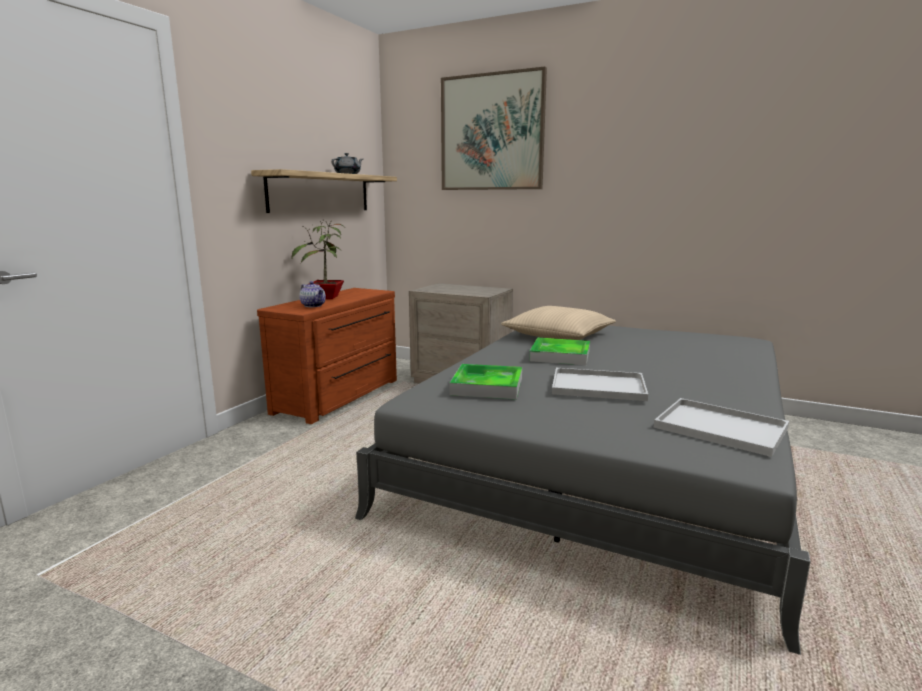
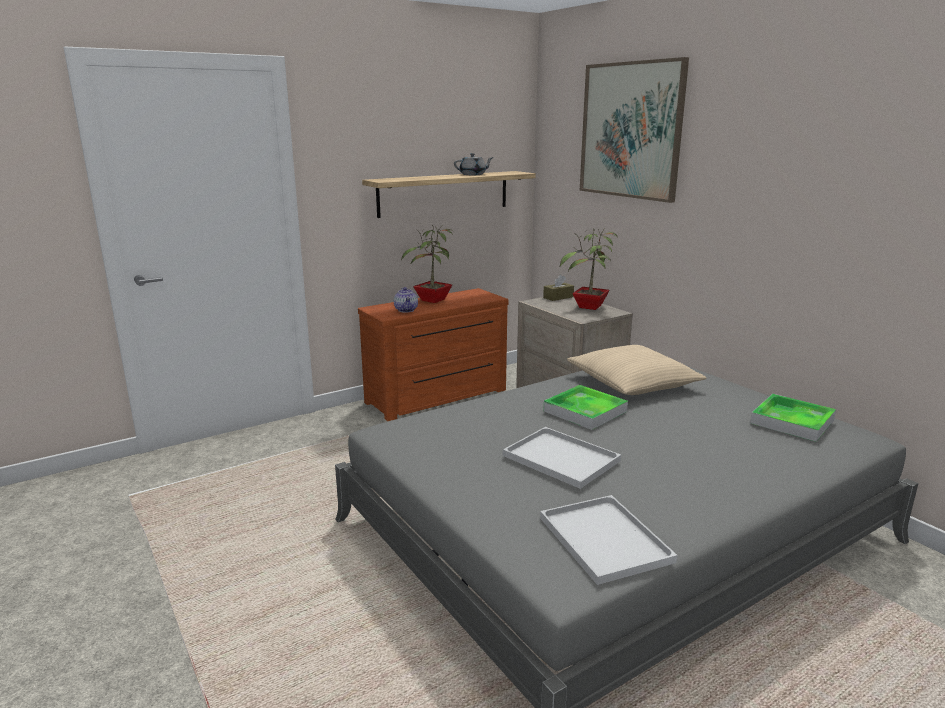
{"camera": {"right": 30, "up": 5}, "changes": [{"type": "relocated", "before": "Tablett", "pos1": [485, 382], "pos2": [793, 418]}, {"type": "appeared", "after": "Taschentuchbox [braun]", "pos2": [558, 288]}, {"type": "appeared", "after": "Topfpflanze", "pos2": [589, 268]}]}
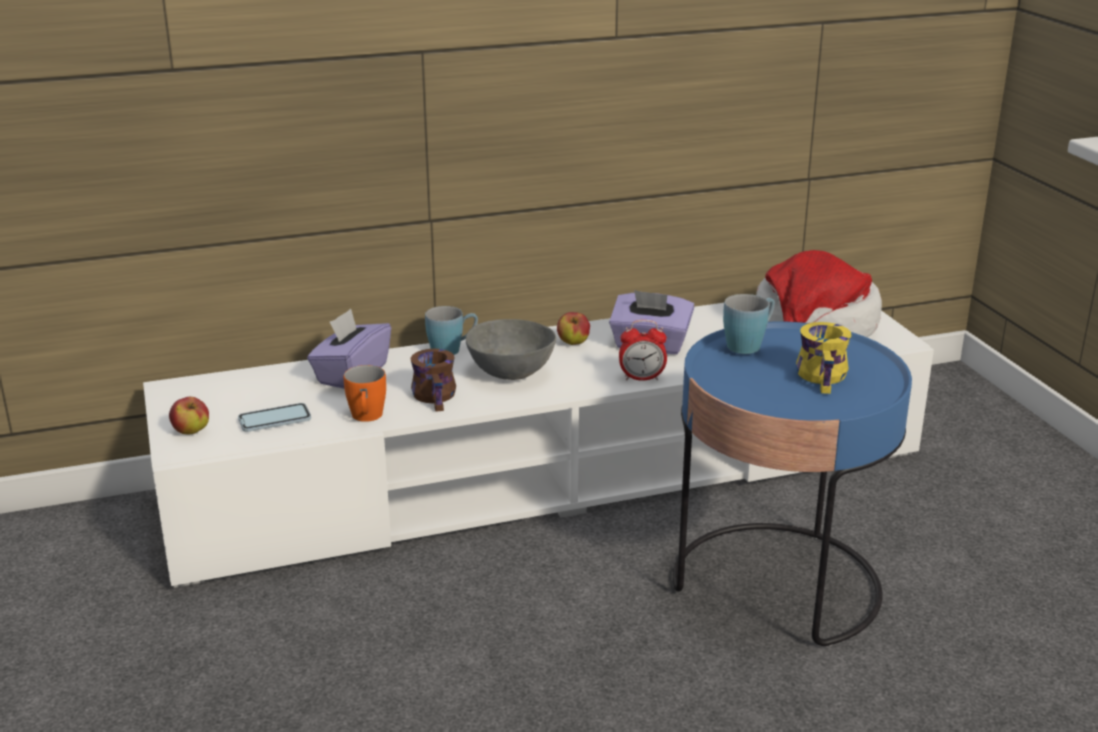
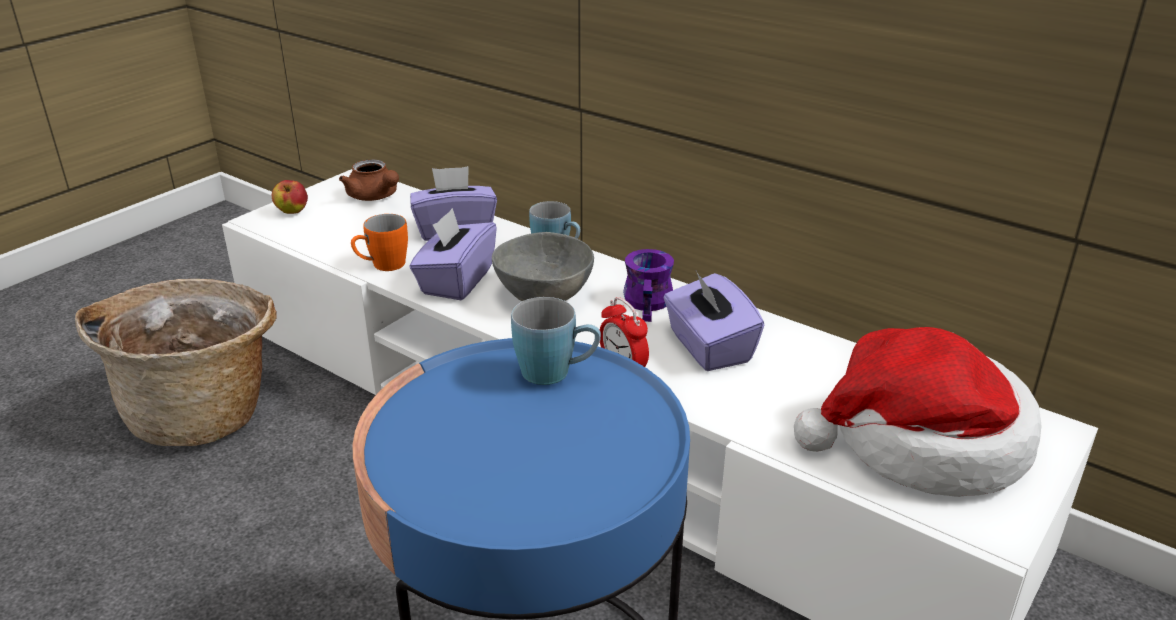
{"camera": {"right": 55, "up": 5}, "changes": [{"type": "missing", "before": "Handy", "pos1": [274, 417]}, {"type": "exchanged", "before": "Henkelbecher [braun]", "after": "Taschentuchbox [lila]", "pos1": [433, 380], "pos2": [453, 254]}, {"type": "exchanged", "before": "Apfel", "after": "Henkelbecher [lila]", "pos1": [573, 328], "pos2": [648, 285]}, {"type": "missing", "before": "Henkelbecher [gelb]", "pos1": [824, 358]}, {"type": "appeared", "after": "Korb", "pos2": [176, 362]}, {"type": "appeared", "after": "Teekanne [braun]", "pos2": [369, 180]}]}
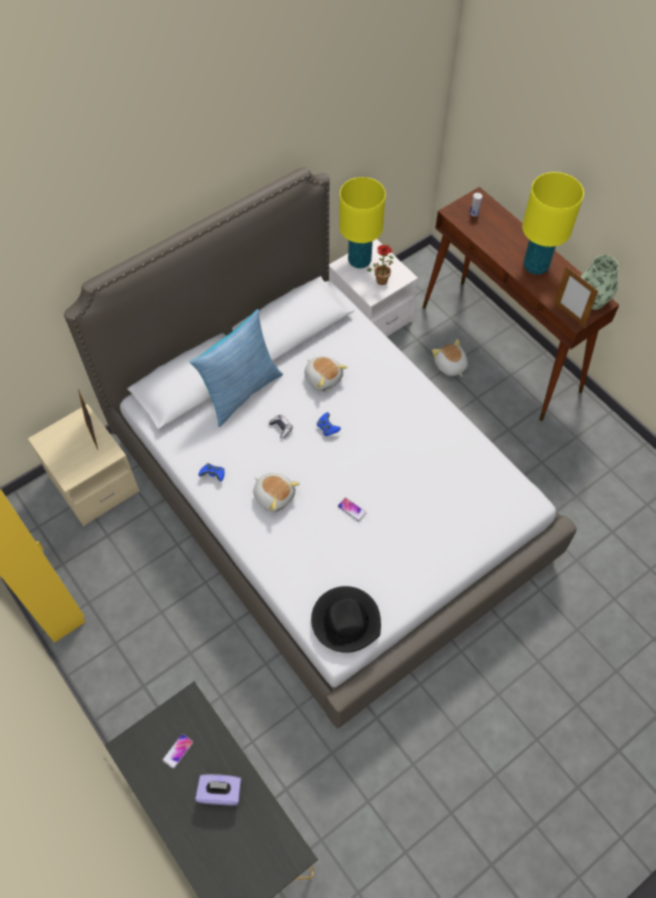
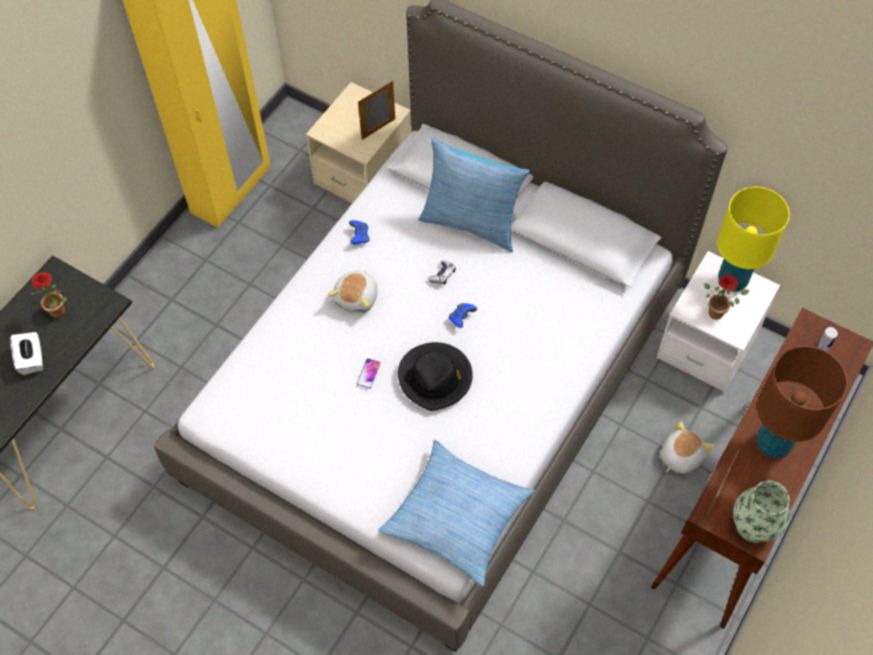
{"camera": {"right": 70, "up": 0}, "changes": [{"type": "exchanged", "before": "Handy", "after": "Topfpflanze", "pos1": [177, 751], "pos2": [48, 295]}, {"type": "colour", "before": "Taschentuchbox [lila]", "after": "Taschentuchbox [weiß]", "pos1": [218, 789], "pos2": [26, 353]}, {"type": "missing", "before": "Plüschtier", "pos1": [326, 373]}, {"type": "relocated", "before": "Hut [schwarz]", "pos1": [346, 619], "pos2": [435, 376]}, {"type": "colour", "before": "Tischlampe [gelb]", "after": "Tischlampe [braun]", "pos1": [553, 223], "pos2": [802, 402]}, {"type": "appeared", "after": "Kissen", "pos2": [457, 513]}]}
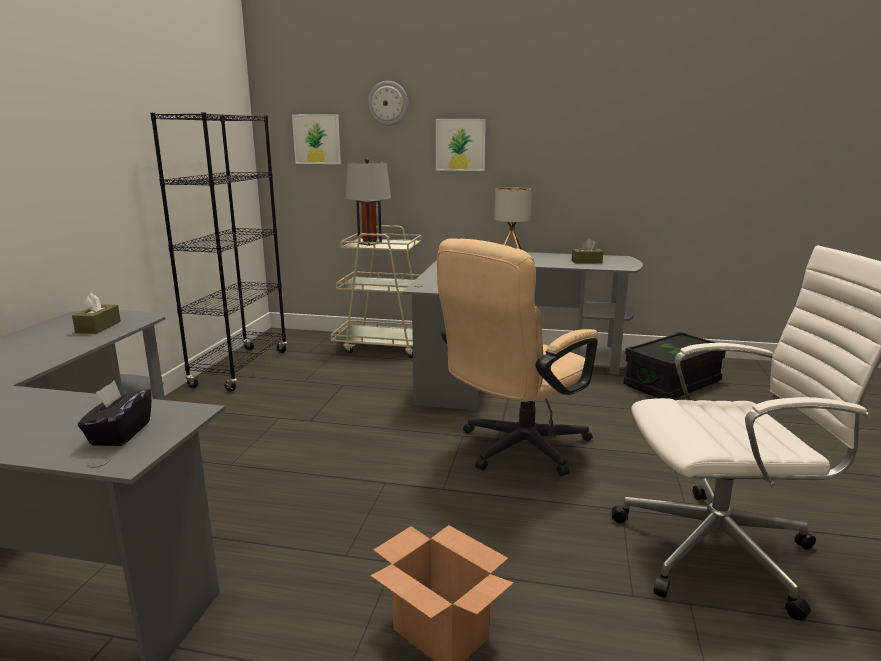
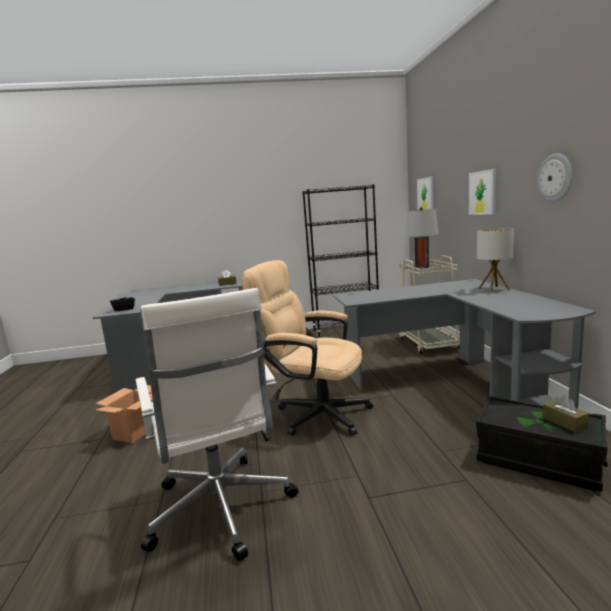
{"camera": {"right": 70, "up": -5}, "changes": [{"type": "relocated", "before": "Wanduhr", "pos1": [388, 103], "pos2": [554, 178]}, {"type": "relocated", "before": "Taschentuchbox [braun]", "pos1": [587, 251], "pos2": [565, 414]}]}
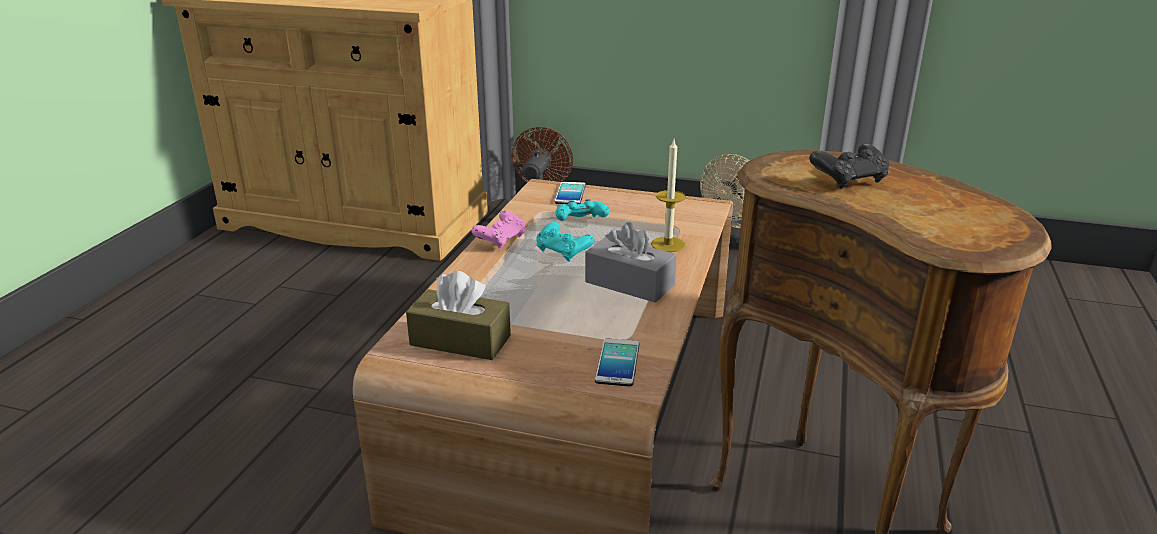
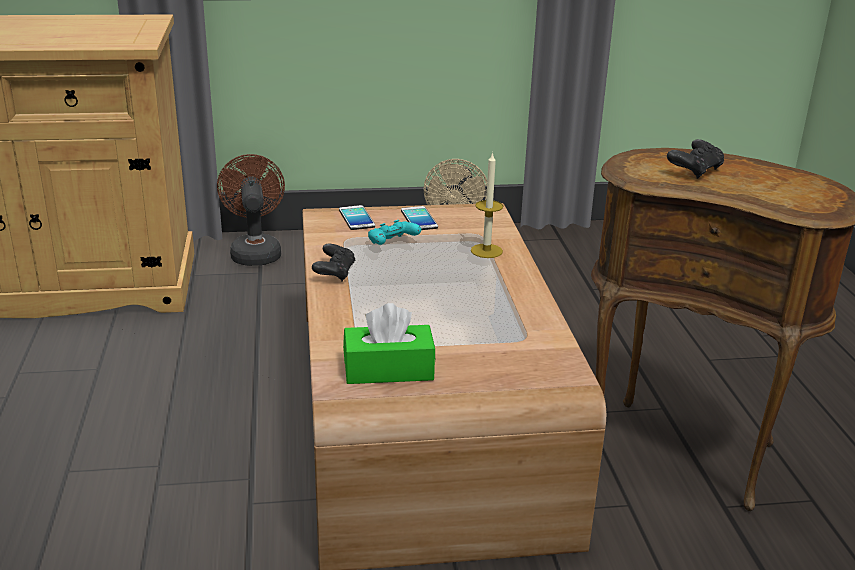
{"camera": {"right": -25, "up": 0}, "changes": [{"type": "colour", "before": "Taschentuchbox [braun]", "after": "Taschentuchbox [grün]", "pos1": [458, 315], "pos2": [389, 343]}, {"type": "colour", "before": "Gamepad [rosa]", "after": "Gamepad [schwarz]", "pos1": [498, 230], "pos2": [334, 262]}, {"type": "missing", "before": "Gamepad [türkis]", "pos1": [566, 242]}, {"type": "missing", "before": "Taschentuchbox [grau]", "pos1": [631, 262]}, {"type": "relocated", "before": "Handy", "pos1": [617, 362], "pos2": [419, 218]}]}
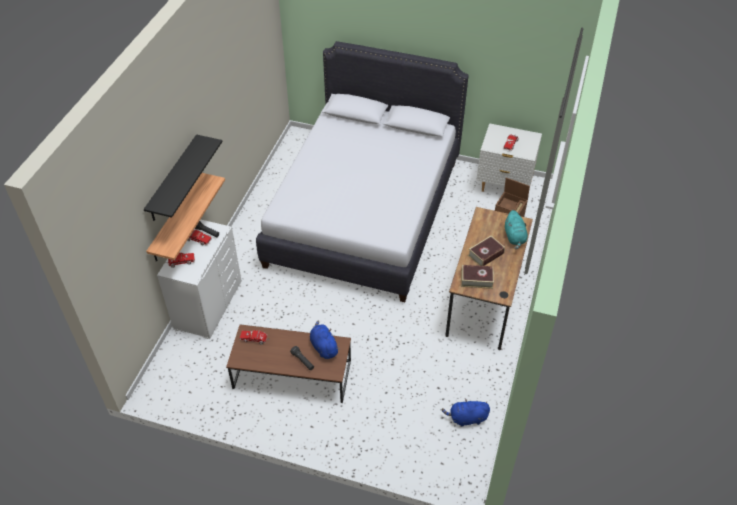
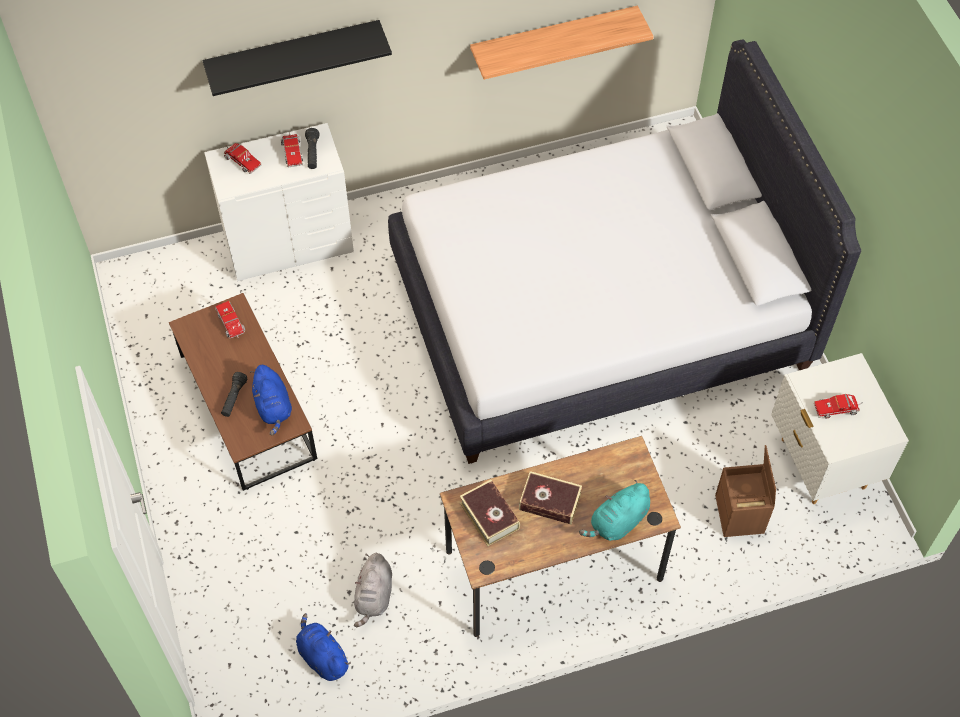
{"camera": {"right": 55, "up": 10}, "changes": [{"type": "relocated", "before": "Wandregal", "pos1": [185, 217], "pos2": [562, 43]}, {"type": "spun", "before": "Plüschtier [blau]", "pos1": [325, 340], "pos2": [271, 400], "turn": 135}, {"type": "appeared", "after": "Plüschtier [grau]", "pos2": [373, 590]}]}
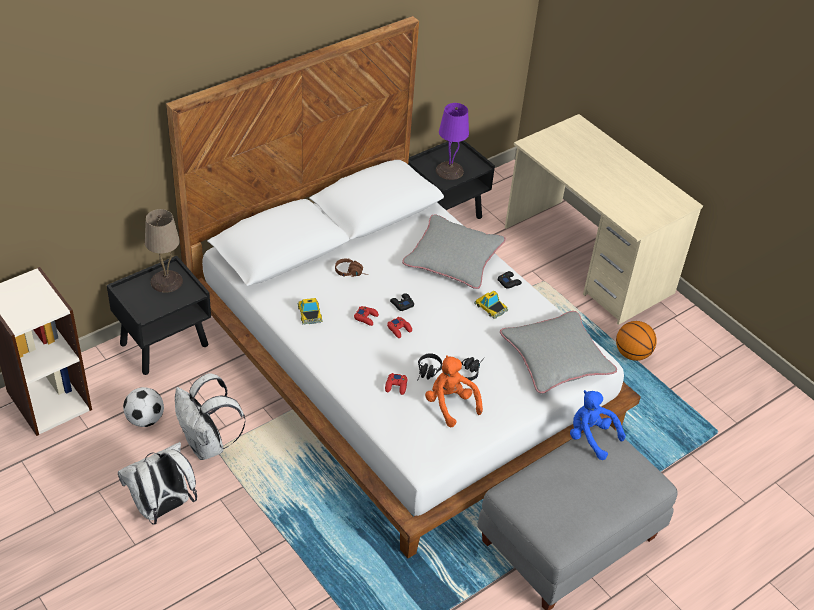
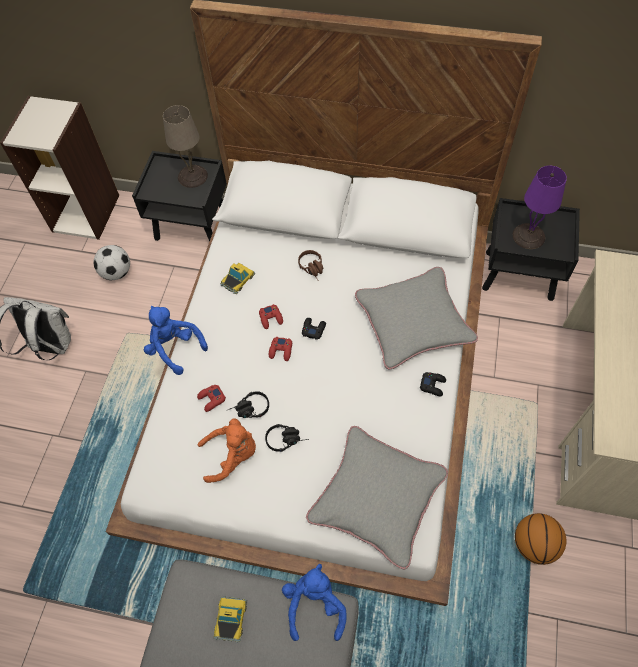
{"camera": {"right": 55, "up": 15}, "changes": [{"type": "missing", "before": "Rucksack [weiß]", "pos1": [210, 416]}, {"type": "spun", "before": "Plüschtier [orange]", "pos1": [454, 391], "pos2": [226, 450], "turn": 60}, {"type": "relocated", "before": "Spielzeugauto", "pos1": [491, 305], "pos2": [230, 619]}, {"type": "appeared", "after": "Plüschtier [blau]", "pos2": [176, 340]}]}
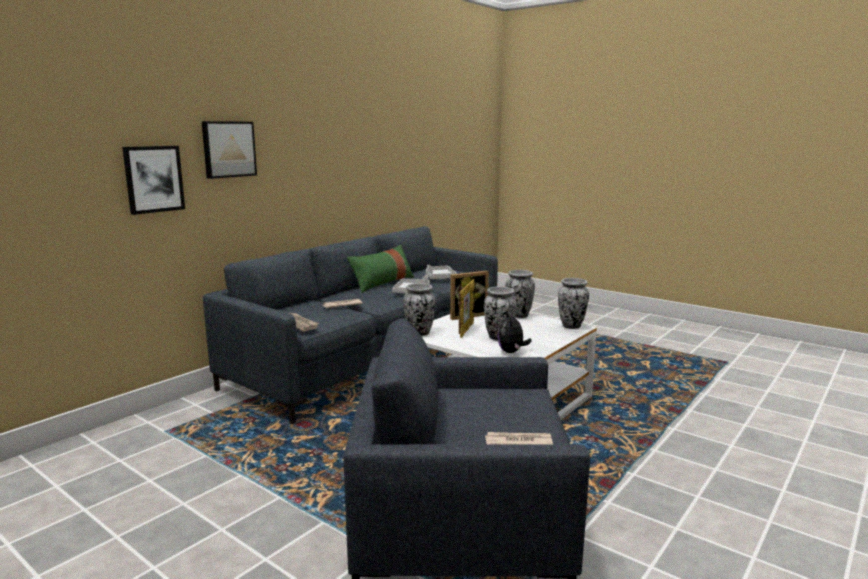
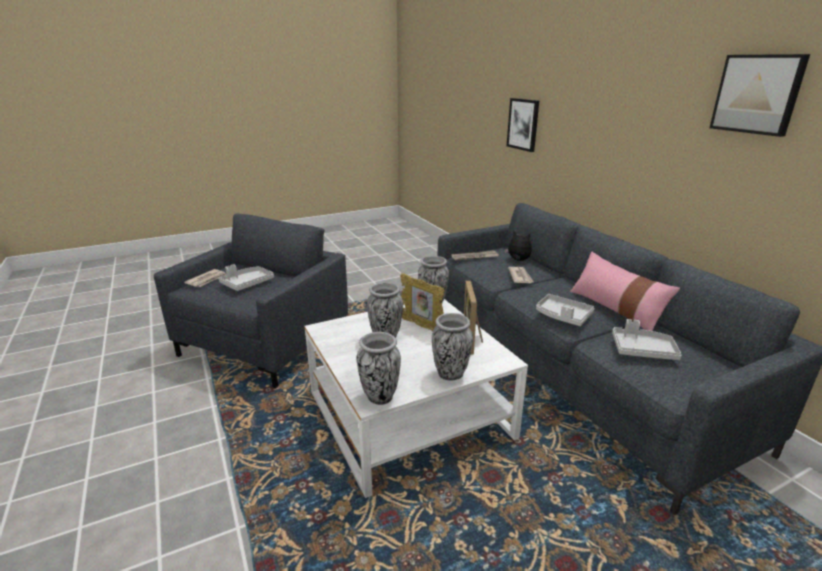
{"camera": {"right": 115, "up": 10}, "changes": [{"type": "relocated", "before": "Bild", "pos1": [229, 150], "pos2": [759, 95]}, {"type": "colour", "before": "Kissen [grün]", "after": "Kissen [rosa]", "pos1": [380, 269], "pos2": [625, 291]}, {"type": "relocated", "before": "Plüschtier", "pos1": [515, 333], "pos2": [518, 246]}, {"type": "appeared", "after": "Tablett [grau]", "pos2": [246, 277]}]}
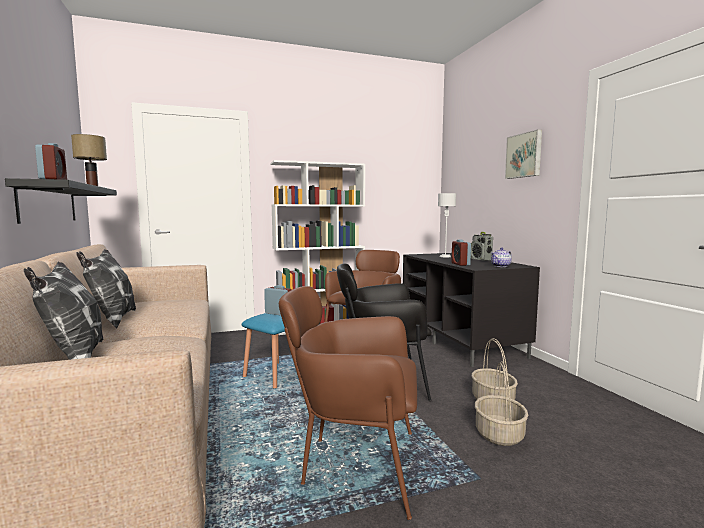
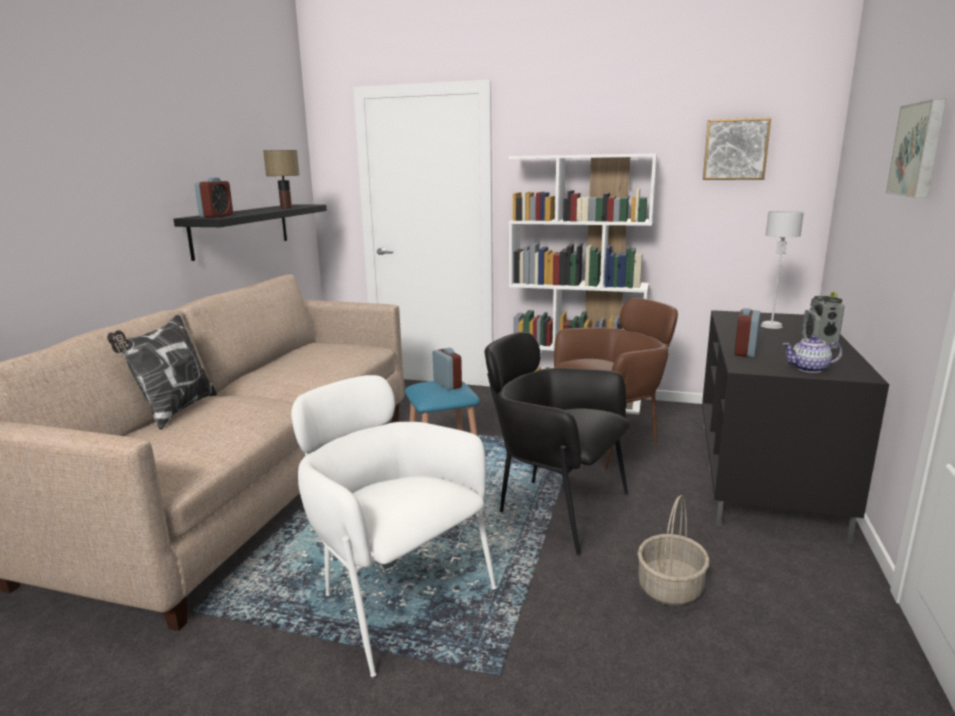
{"camera": {"right": 35, "up": 10}, "changes": [{"type": "missing", "before": "Kissen", "pos1": [106, 289]}, {"type": "colour", "before": "Sessel [braun]", "after": "Sessel [weiß]", "pos1": [348, 403], "pos2": [394, 526]}, {"type": "missing", "before": "Korb", "pos1": [502, 403]}, {"type": "appeared", "after": "Bild", "pos2": [737, 149]}]}
